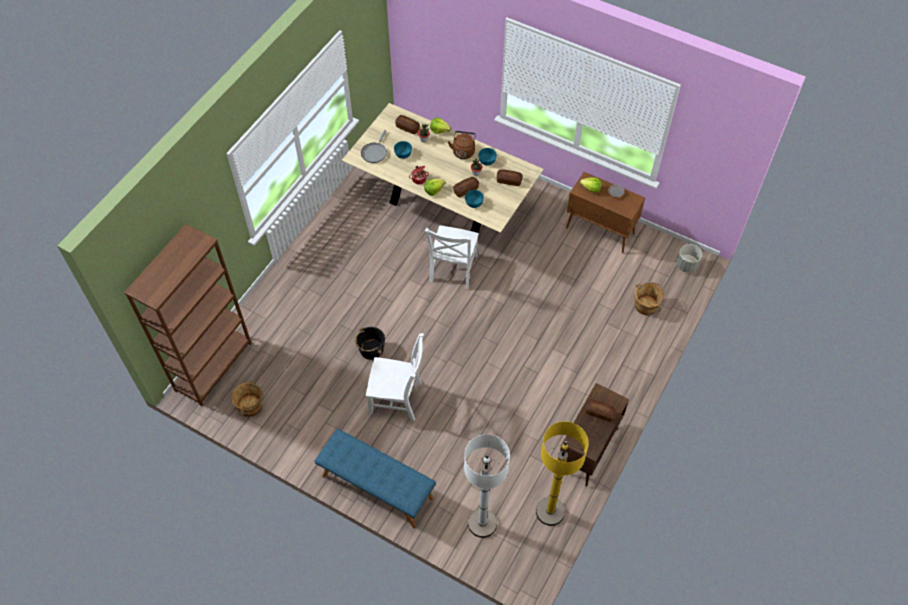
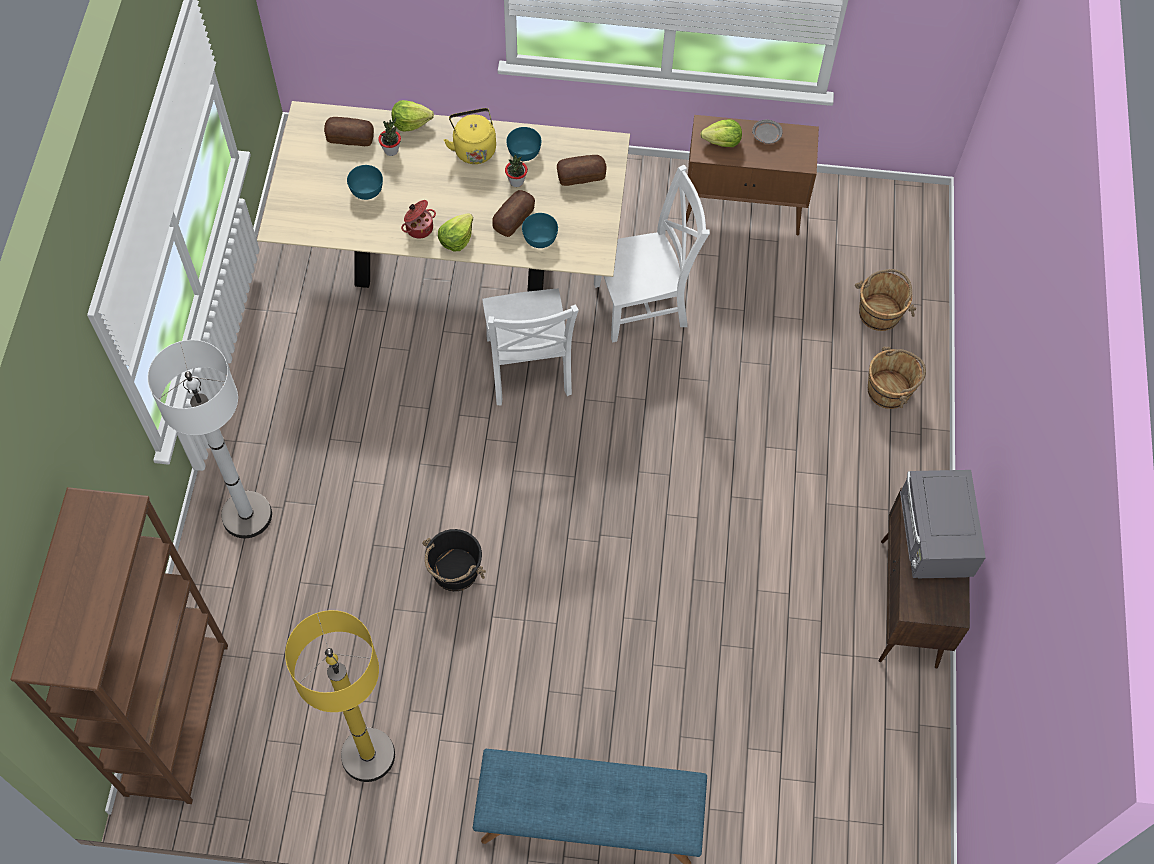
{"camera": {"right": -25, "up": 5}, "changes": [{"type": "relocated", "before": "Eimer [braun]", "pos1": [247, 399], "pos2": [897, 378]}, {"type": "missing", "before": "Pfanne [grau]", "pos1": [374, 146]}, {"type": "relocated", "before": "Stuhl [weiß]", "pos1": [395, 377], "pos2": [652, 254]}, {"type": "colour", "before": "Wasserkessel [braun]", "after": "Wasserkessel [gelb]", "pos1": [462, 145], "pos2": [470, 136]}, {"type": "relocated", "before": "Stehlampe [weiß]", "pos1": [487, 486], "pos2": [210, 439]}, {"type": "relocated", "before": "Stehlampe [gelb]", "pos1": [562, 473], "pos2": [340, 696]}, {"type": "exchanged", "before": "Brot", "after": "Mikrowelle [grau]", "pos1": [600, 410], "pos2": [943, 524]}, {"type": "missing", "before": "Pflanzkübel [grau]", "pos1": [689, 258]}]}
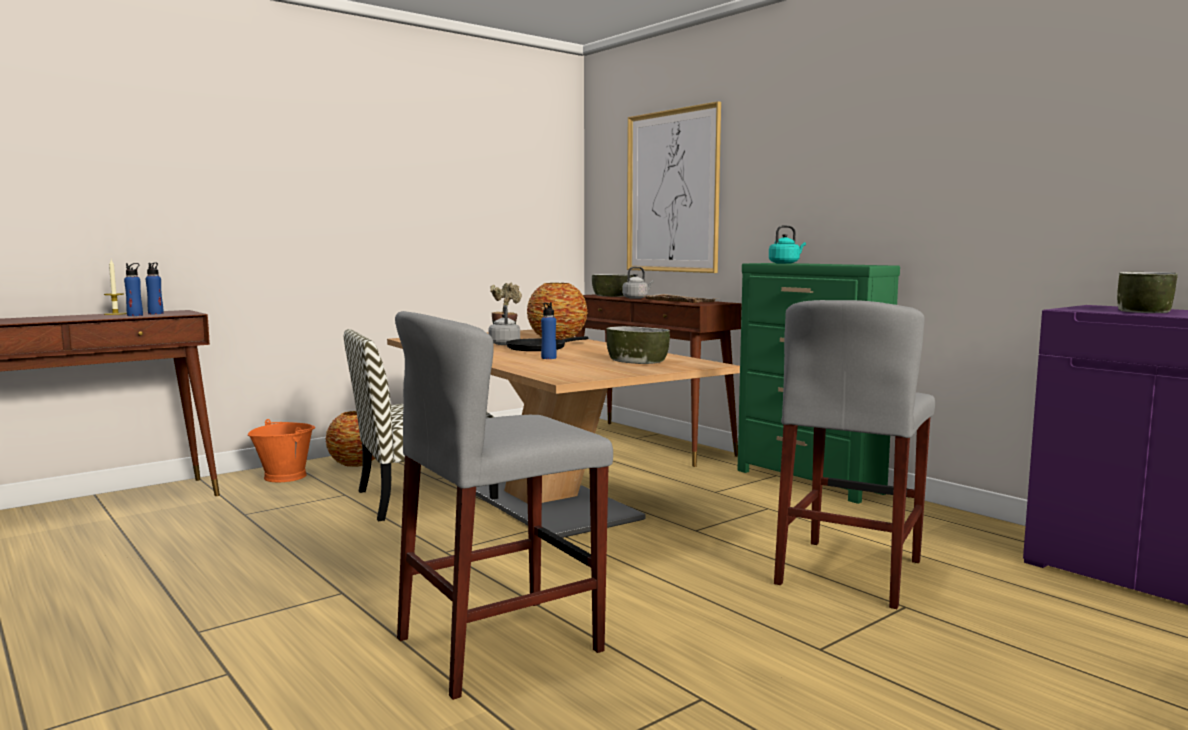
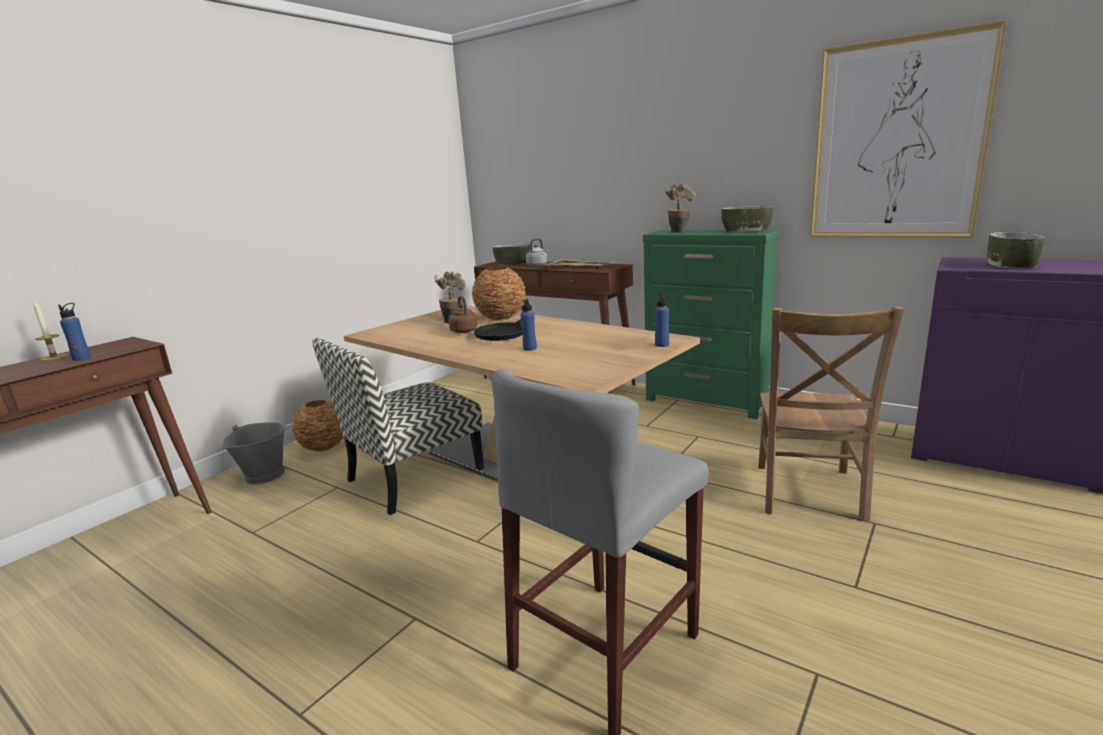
{"camera": {"right": -15, "up": 10}, "changes": [{"type": "relocated", "before": "Flasche [blau]", "pos1": [155, 288], "pos2": [662, 320]}, {"type": "colour", "before": "Eimer [orange]", "after": "Eimer [grau]", "pos1": [281, 450], "pos2": [254, 453]}, {"type": "colour", "before": "Wasserkessel [grau]", "after": "Wasserkessel [braun]", "pos1": [504, 325], "pos2": [463, 314]}, {"type": "relocated", "before": "Schüssel", "pos1": [638, 345], "pos2": [747, 219]}, {"type": "relocated", "before": "Bild", "pos1": [674, 187], "pos2": [908, 129]}, {"type": "exchanged", "before": "Wasserkessel [türkis]", "after": "Topfpflanze", "pos1": [787, 244], "pos2": [680, 208]}, {"type": "exchanged", "before": "Hocker [grau]", "after": "Stuhl [braun]", "pos1": [854, 454], "pos2": [831, 414]}]}
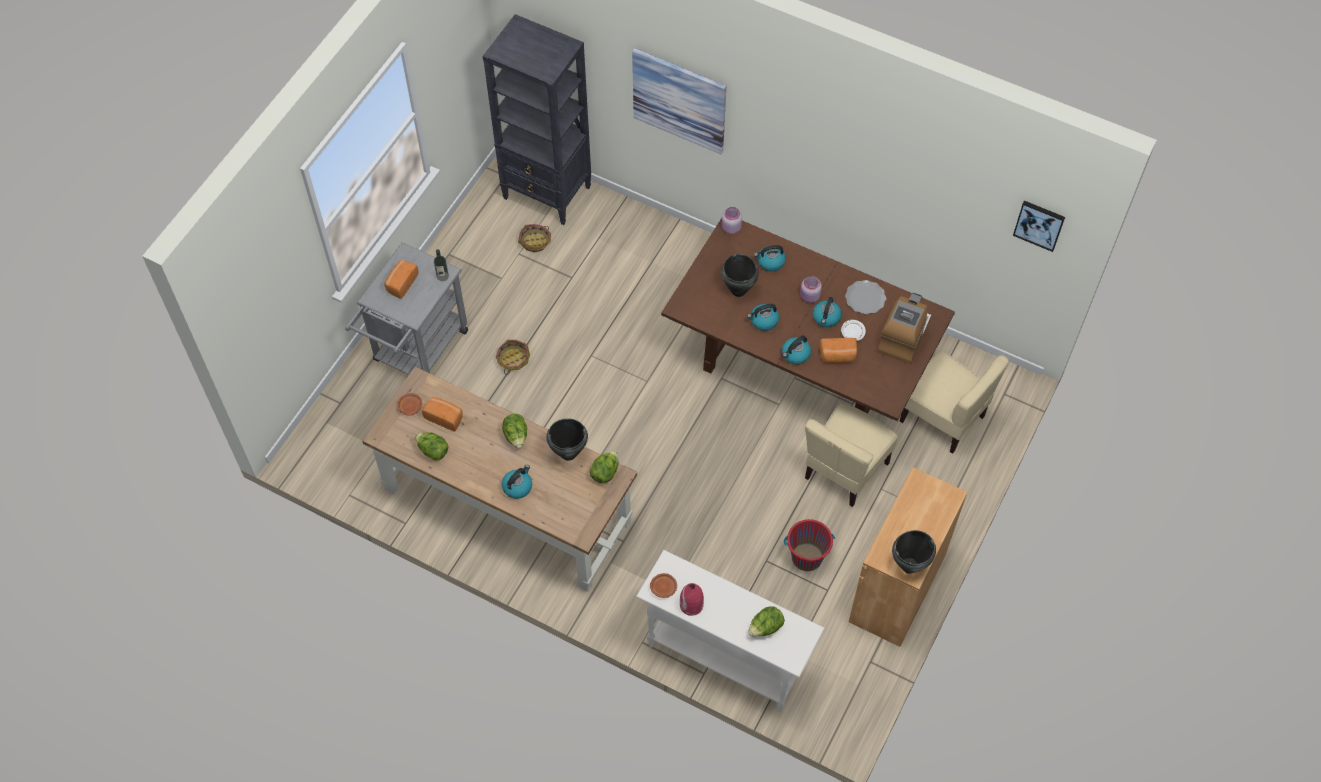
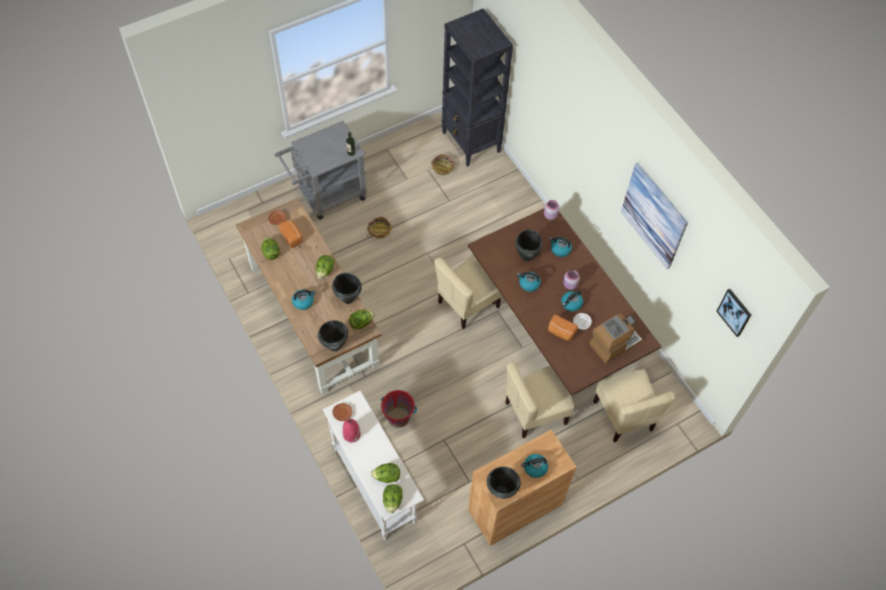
{"camera": {"right": 30, "up": 0}, "changes": [{"type": "missing", "before": "Brot", "pos1": [401, 279]}, {"type": "relocated", "before": "Bild", "pos1": [679, 101], "pos2": [654, 216]}, {"type": "relocated", "before": "Wasserkessel", "pos1": [796, 349], "pos2": [534, 466]}, {"type": "relocated", "before": "Eimer [rot]", "pos1": [809, 545], "pos2": [399, 409]}, {"type": "missing", "before": "Teller", "pos1": [865, 297]}, {"type": "appeared", "after": "Kochtopf [schwarz]", "pos2": [333, 335]}, {"type": "appeared", "after": "Salatkopf", "pos2": [393, 499]}, {"type": "appeared", "after": "Stuhl [beige]", "pos2": [468, 292]}]}
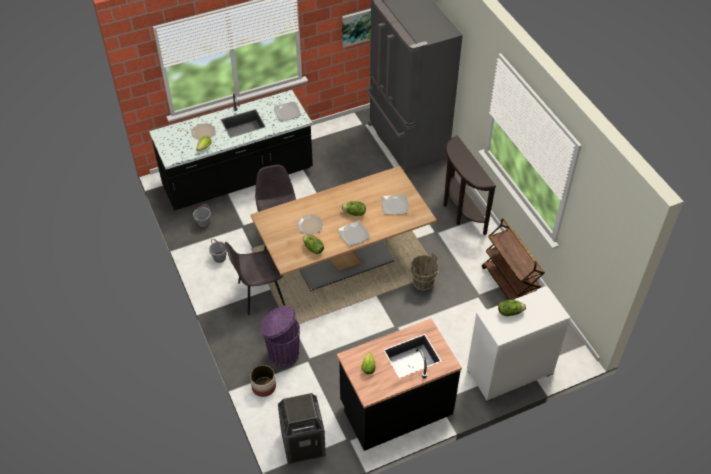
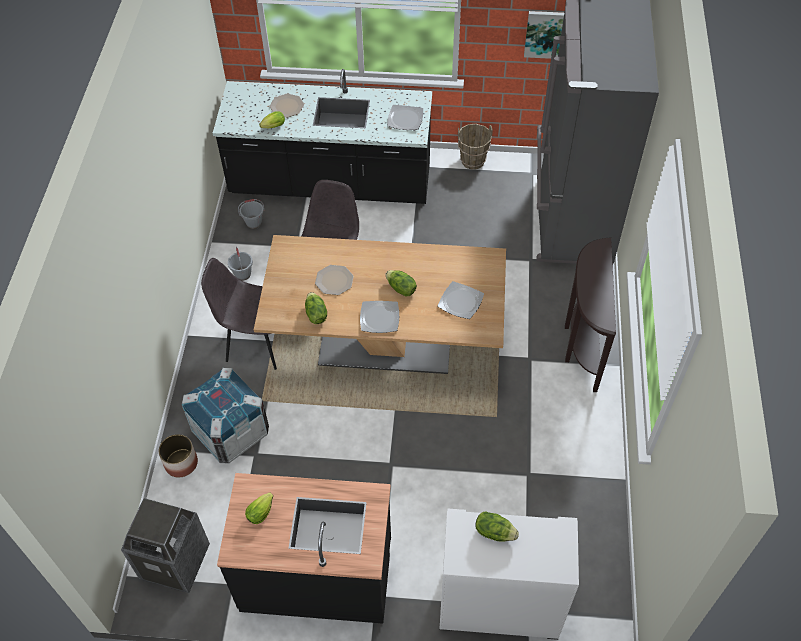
{"camera": {"right": 30, "up": 5}, "changes": [{"type": "exchanged", "before": "Mülleimer [lila]", "after": "Kiste", "pos1": [280, 336], "pos2": [225, 416]}, {"type": "relocated", "before": "Eimer [braun]", "pos1": [425, 272], "pos2": [475, 147]}, {"type": "missing", "before": "Rollwagen [braun]", "pos1": [513, 259]}]}
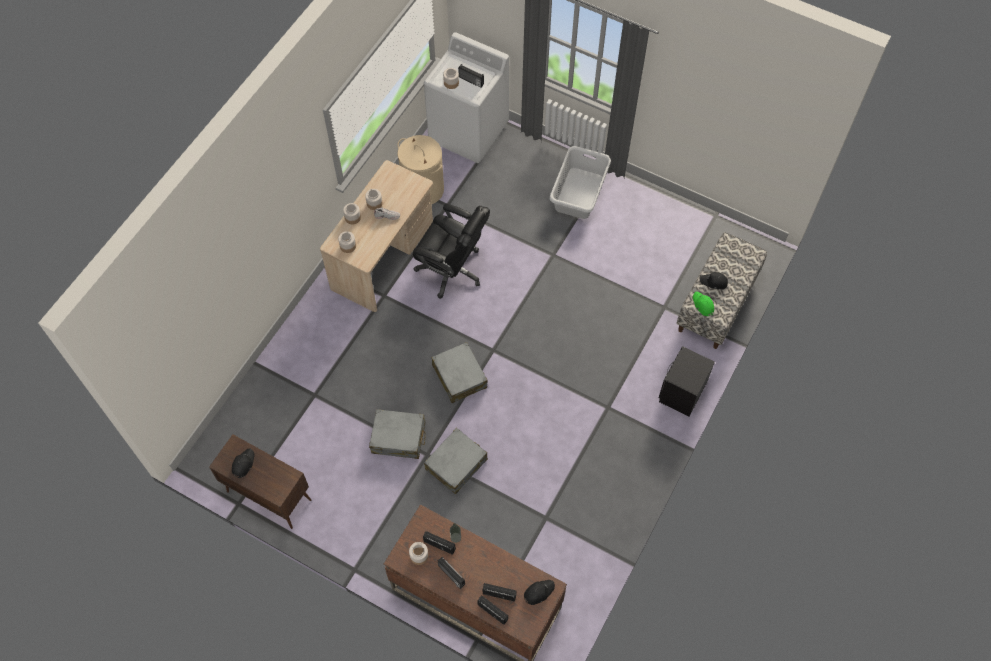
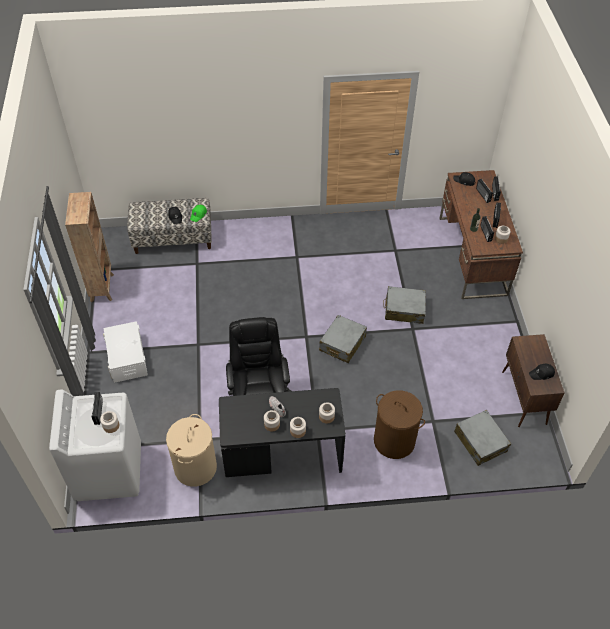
{"camera": {"right": -125, "up": -10}, "changes": [{"type": "colour", "before": "Schreibtisch [beige]", "after": "Schreibtisch [schwarz]", "pos1": [376, 236], "pos2": [282, 432]}, {"type": "relocated", "before": "Koffer [grau]", "pos1": [397, 434], "pos2": [482, 438]}, {"type": "exchanged", "before": "Wäschekorb [grau]", "after": "Aufbewahrungsbox [weiß]", "pos1": [580, 182], "pos2": [125, 352]}, {"type": "missing", "before": "Nachttisch [schwarz]", "pos1": [687, 381]}, {"type": "appeared", "after": "Bücherregal [braun]", "pos2": [89, 247]}, {"type": "appeared", "after": "Wäschekorb [braun]", "pos2": [399, 424]}]}
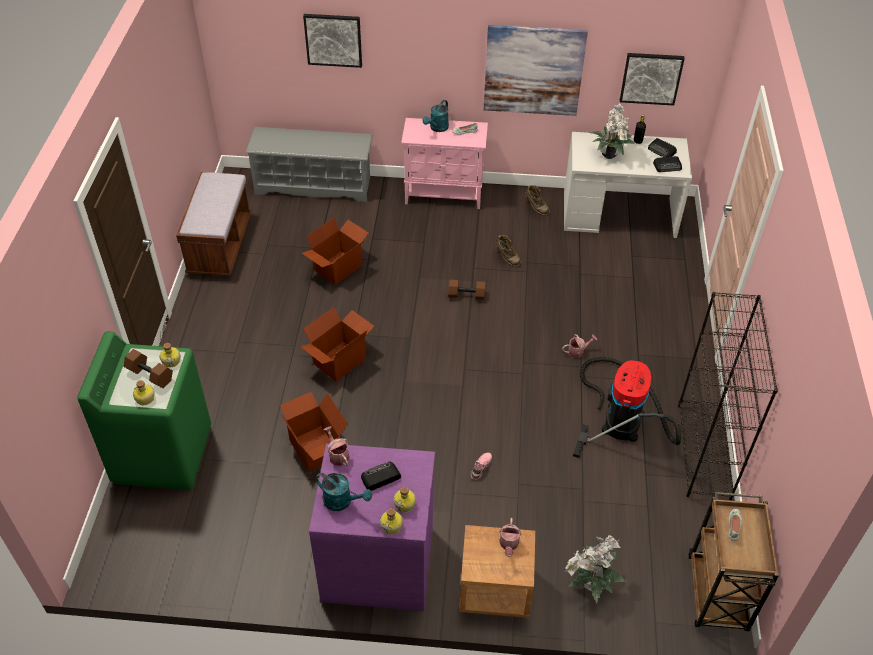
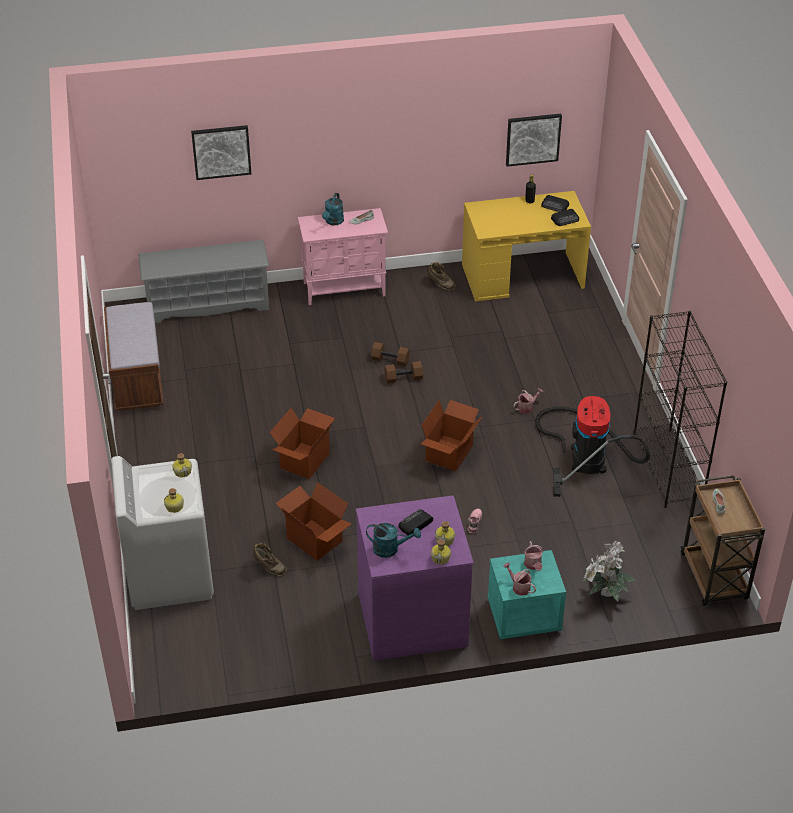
{"camera": {"right": -15, "up": -5}, "changes": [{"type": "colour", "before": "Waschmaschine [grün]", "after": "Waschmaschine [weiß]", "pos1": [144, 410], "pos2": [163, 533]}, {"type": "relocated", "before": "Hantel [braun]", "pos1": [148, 368], "pos2": [390, 354]}, {"type": "relocated", "before": "Karton", "pos1": [335, 251], "pos2": [452, 435]}, {"type": "relocated", "before": "Gießkanne", "pos1": [336, 446], "pos2": [519, 579]}, {"type": "colour", "before": "Nachttisch [braun]", "after": "Nachttisch [türkis]", "pos1": [497, 571], "pos2": [526, 594]}, {"type": "missing", "before": "Bild", "pos1": [536, 70]}, {"type": "relocated", "before": "Stiefel [braun]", "pos1": [509, 251], "pos2": [269, 560]}, {"type": "colour", "before": "Schreibtisch [weiß]", "after": "Schreibtisch [gelb]", "pos1": [628, 185], "pos2": [526, 246]}, {"type": "missing", "before": "Topfpflanze", "pos1": [611, 131]}]}
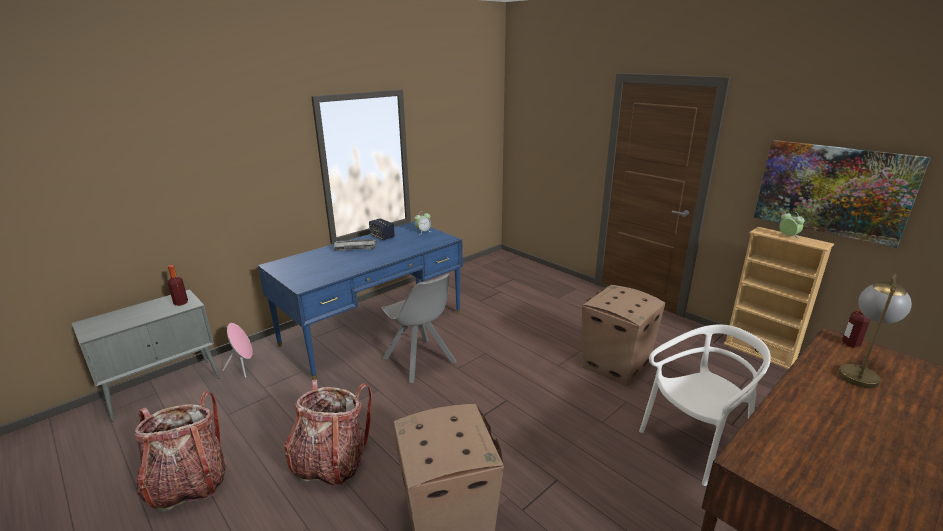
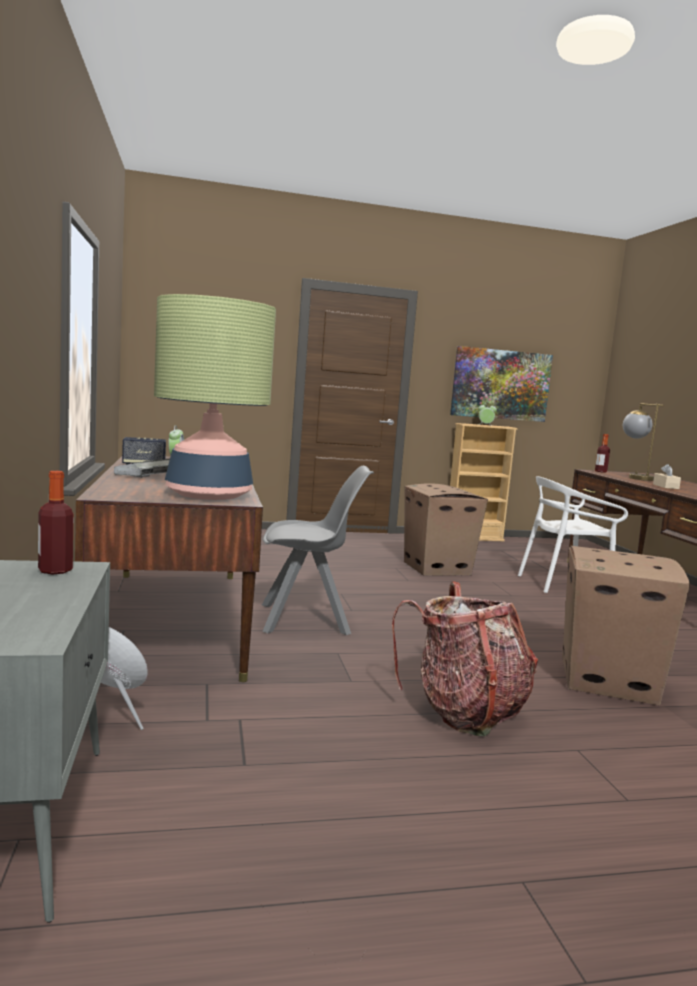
{"camera": {"right": -60, "up": -15}, "changes": [{"type": "missing", "before": "Rucksack", "pos1": [180, 451]}, {"type": "colour", "before": "Schreibtisch [blau]", "after": "Schreibtisch [braun]", "pos1": [360, 300], "pos2": [169, 569]}, {"type": "spun", "before": "Stuhl [weiß]", "pos1": [705, 405], "pos2": [573, 534], "turn": -105}, {"type": "appeared", "after": "Tischlampe", "pos2": [215, 397]}, {"type": "appeared", "after": "Taschentuchbox [beige]", "pos2": [667, 476]}]}
